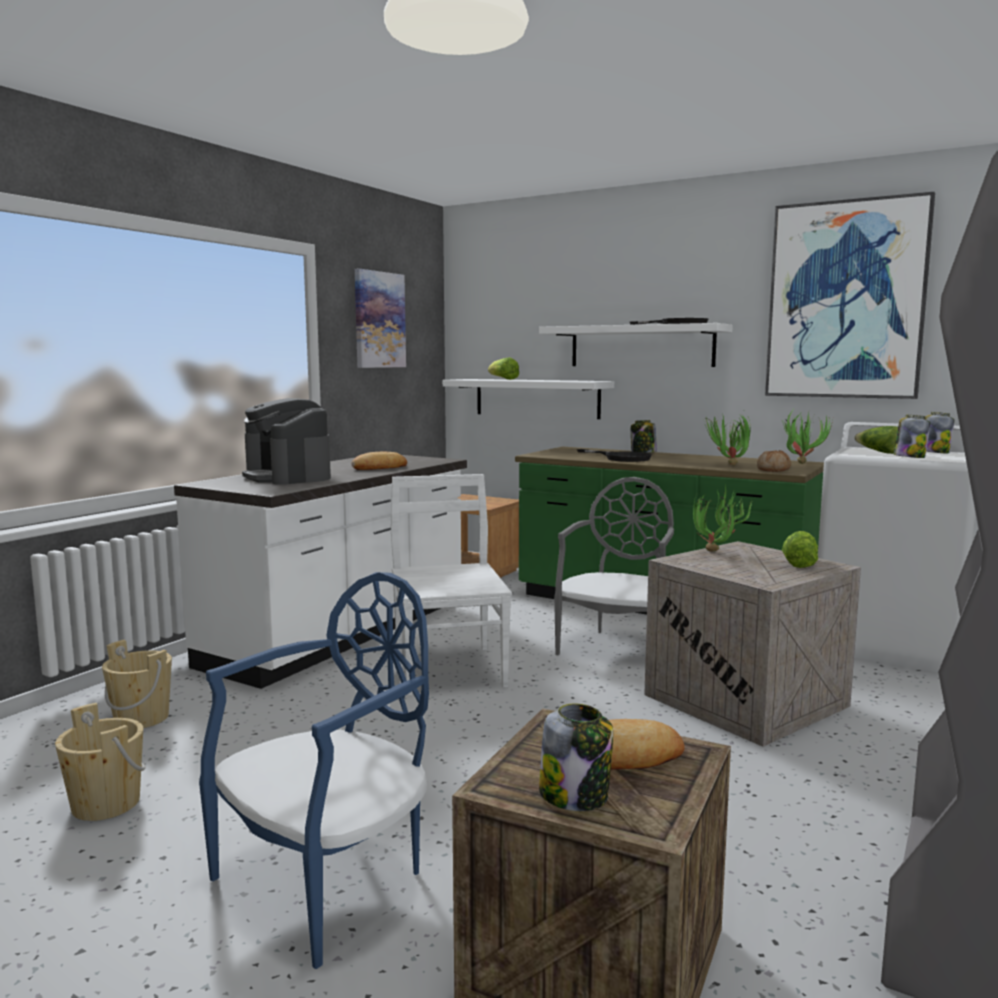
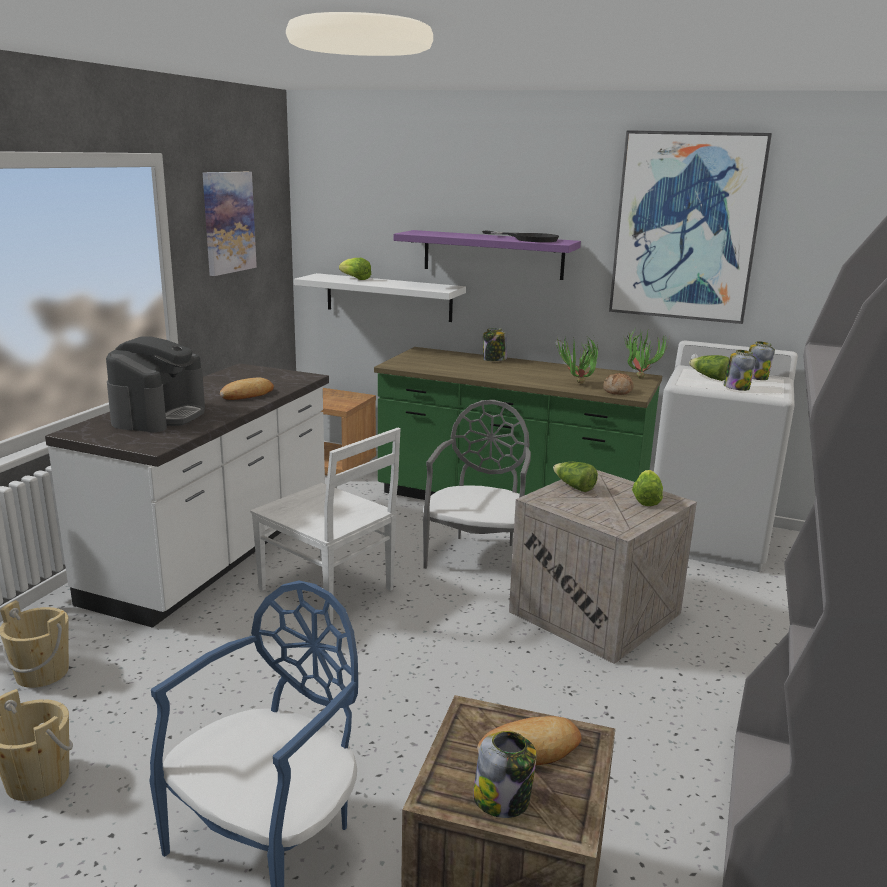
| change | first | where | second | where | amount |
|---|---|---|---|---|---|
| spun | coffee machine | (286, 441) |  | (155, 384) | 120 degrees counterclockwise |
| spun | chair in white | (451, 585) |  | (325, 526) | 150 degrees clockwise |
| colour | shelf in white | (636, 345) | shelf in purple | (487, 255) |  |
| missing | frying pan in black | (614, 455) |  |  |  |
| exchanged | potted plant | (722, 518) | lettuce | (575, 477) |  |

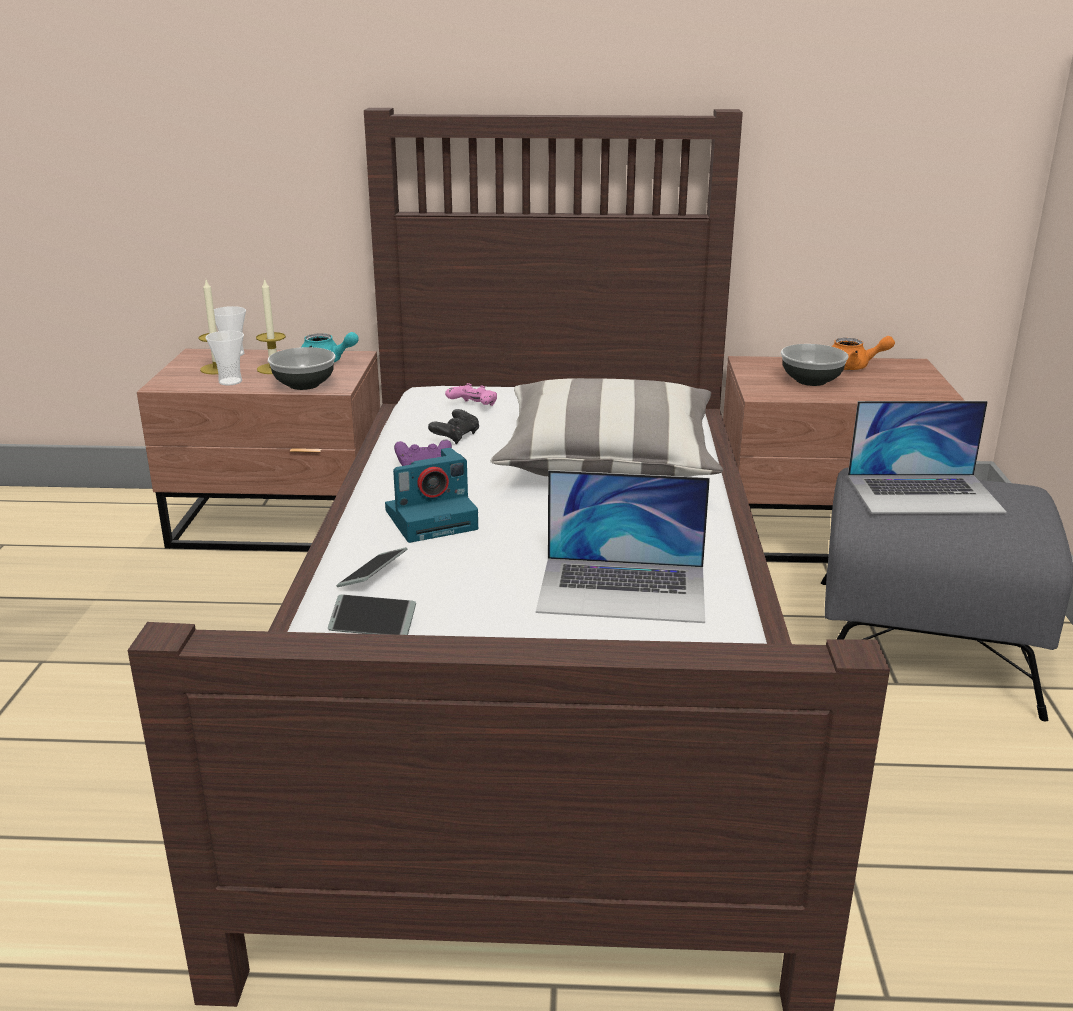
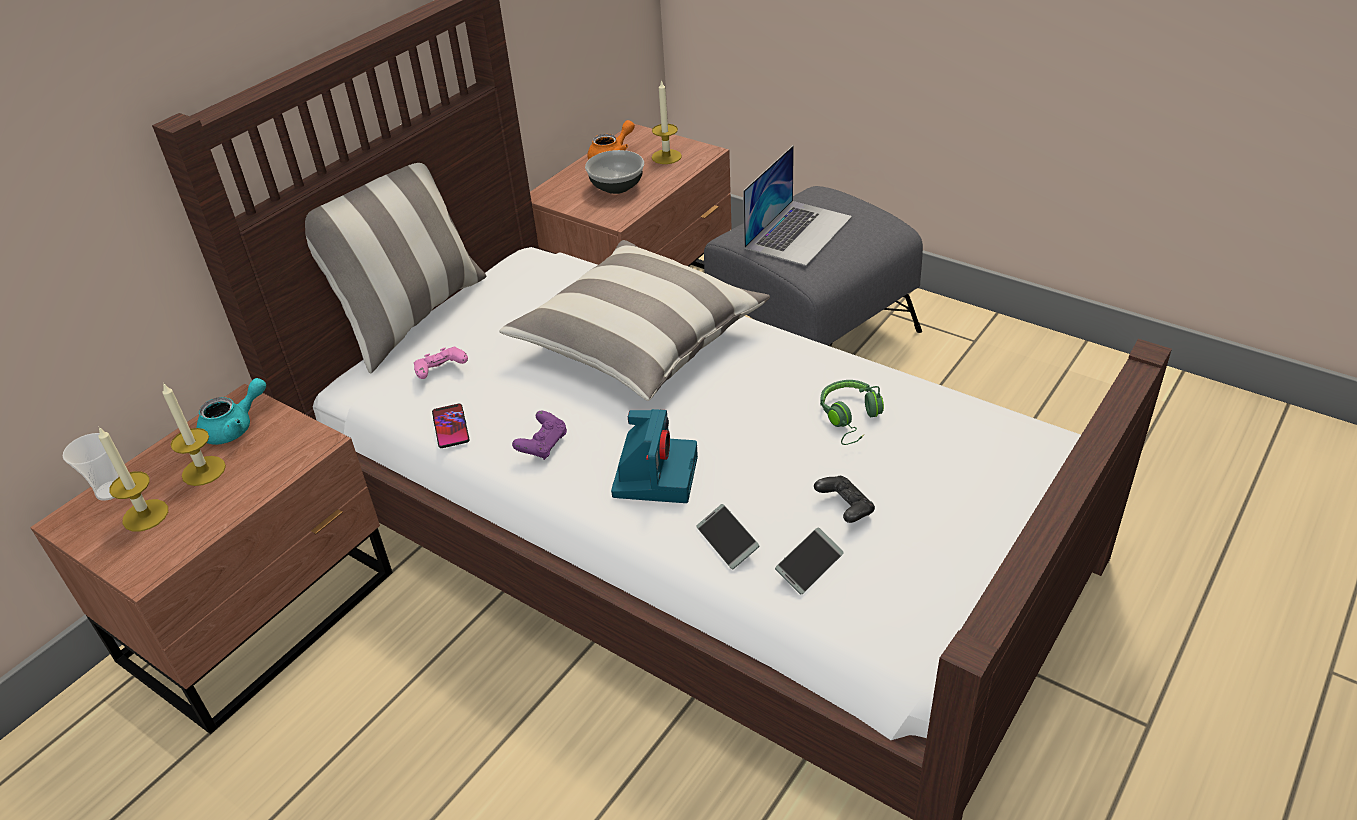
| change | first | where | second | where | amount |
|---|---|---|---|---|---|
| missing | cup | (224, 358) |  |  |  |
| missing | bowl | (302, 368) |  |  |  |
| relocated | game controller in black | (453, 426) |  | (844, 499) |  |
| exchanged | laptop | (623, 546) | headphones in green | (852, 412) |  |
| appeared |  |  | pillow | (396, 248) |  |
| appeared |  |  | phone | (451, 426) |  |
| appeared |  |  | candle | (667, 121) |  |

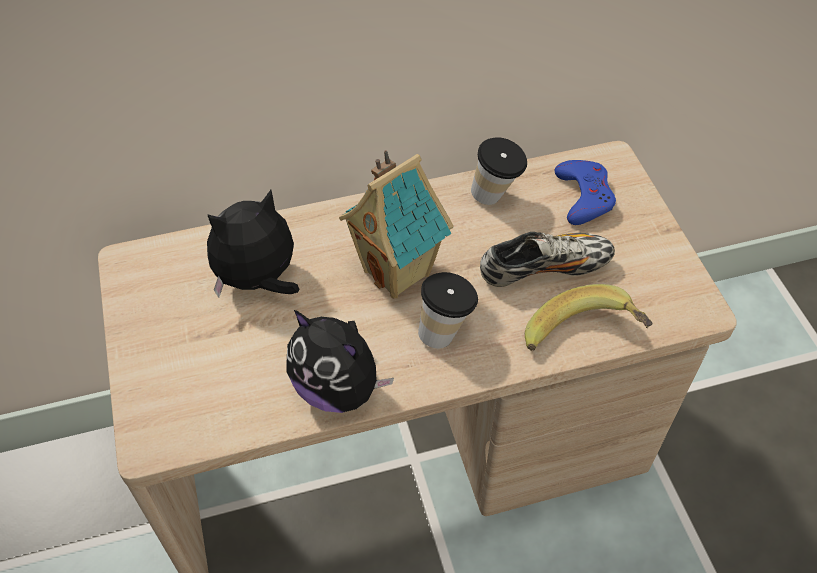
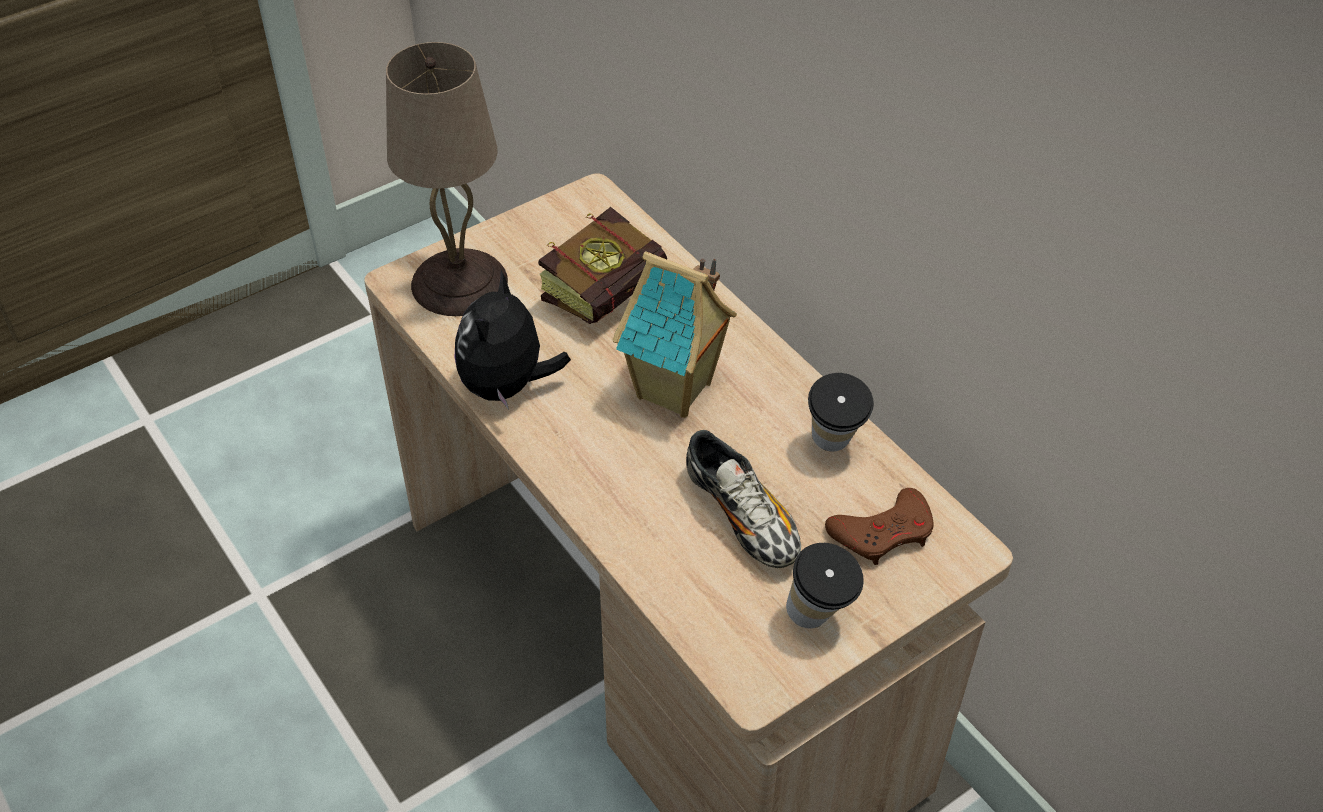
| change | first | where | second | where | amount |
|---|---|---|---|---|---|
| exchanged | plush toy | (253, 243) | book | (602, 265) |  |
| relocated | cup | (448, 310) |  | (825, 586) |  |
| missing | banana | (589, 317) |  |  |  |
| colour | game controller in blue | (585, 192) | game controller in brown | (879, 526) |  |
| appeared |  |  | table lamp in beige | (447, 179) |  |

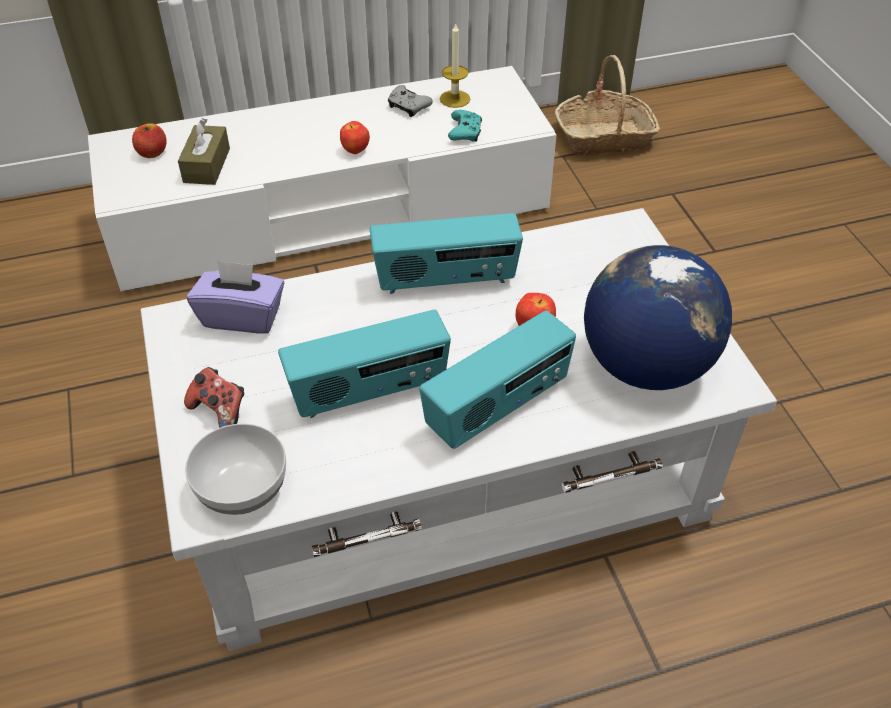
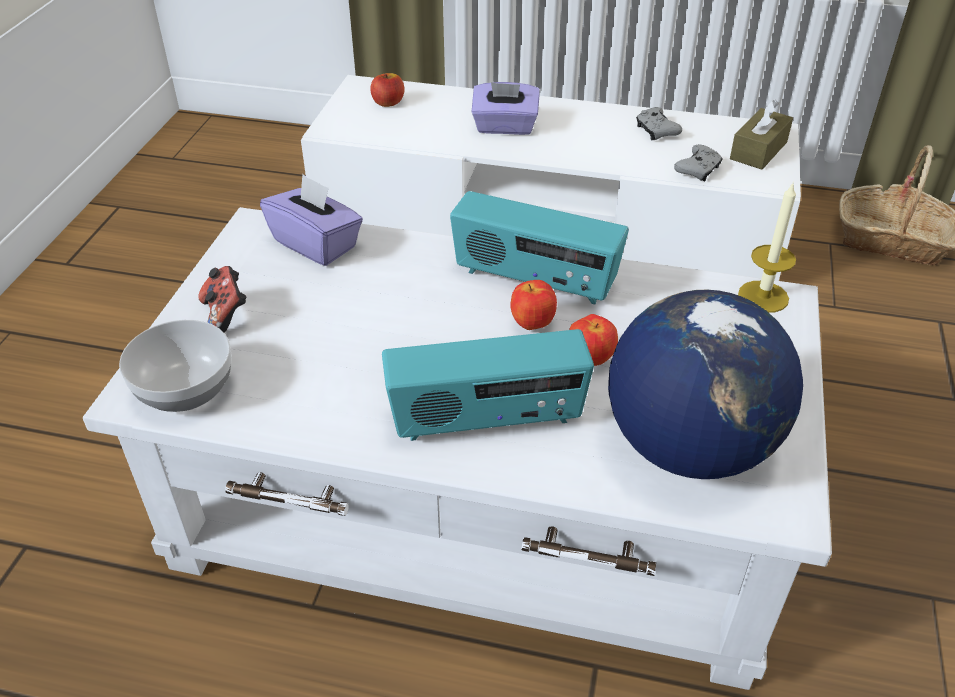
| change | first | where | second | where | amount |
|---|---|---|---|---|---|
| relocated | tissue box in brown | (204, 151) |  | (761, 135) |  |
| missing | radio | (364, 364) |  |  |  |
| relocated | apple | (355, 137) |  | (533, 305) |  |
| relocated | candle | (455, 65) |  | (767, 247) |  |
| colour | game controller in turquoise | (465, 126) | game controller in grey | (698, 162) |  |
| appeared |  |  | tissue box in purple | (506, 108) |  |

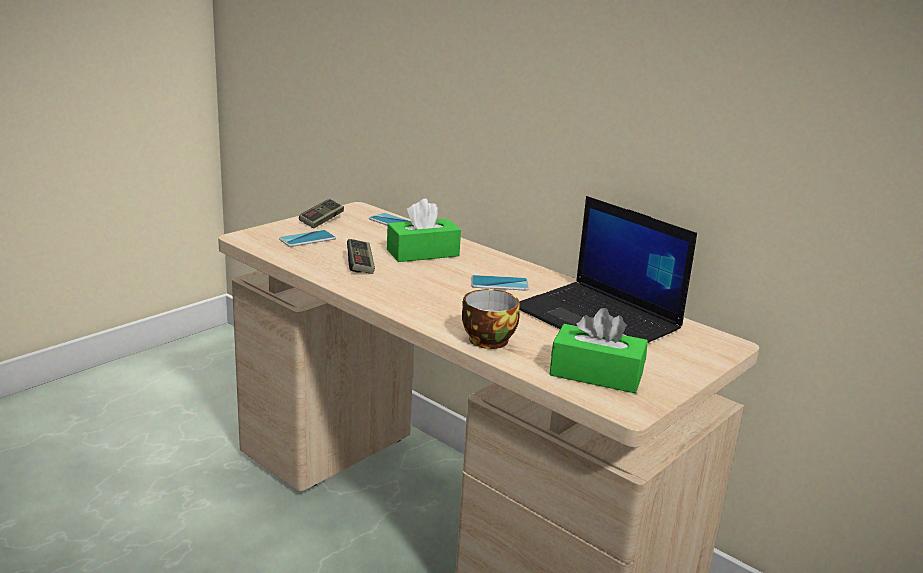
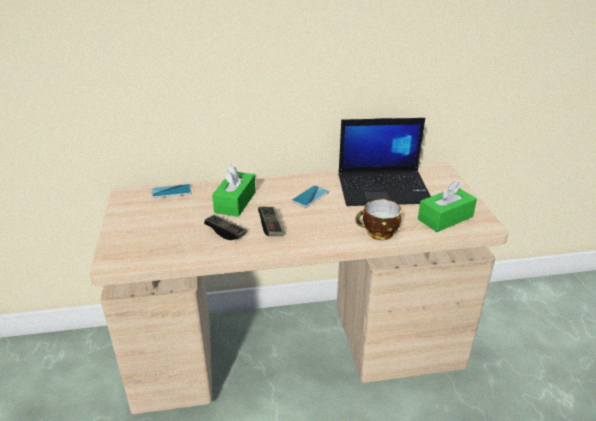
| change | first | where | second | where | amount |
|---|---|---|---|---|---|
| missing | phone | (307, 238) |  |  |  |
| relocated | game controller | (321, 213) |  | (271, 221) |  |

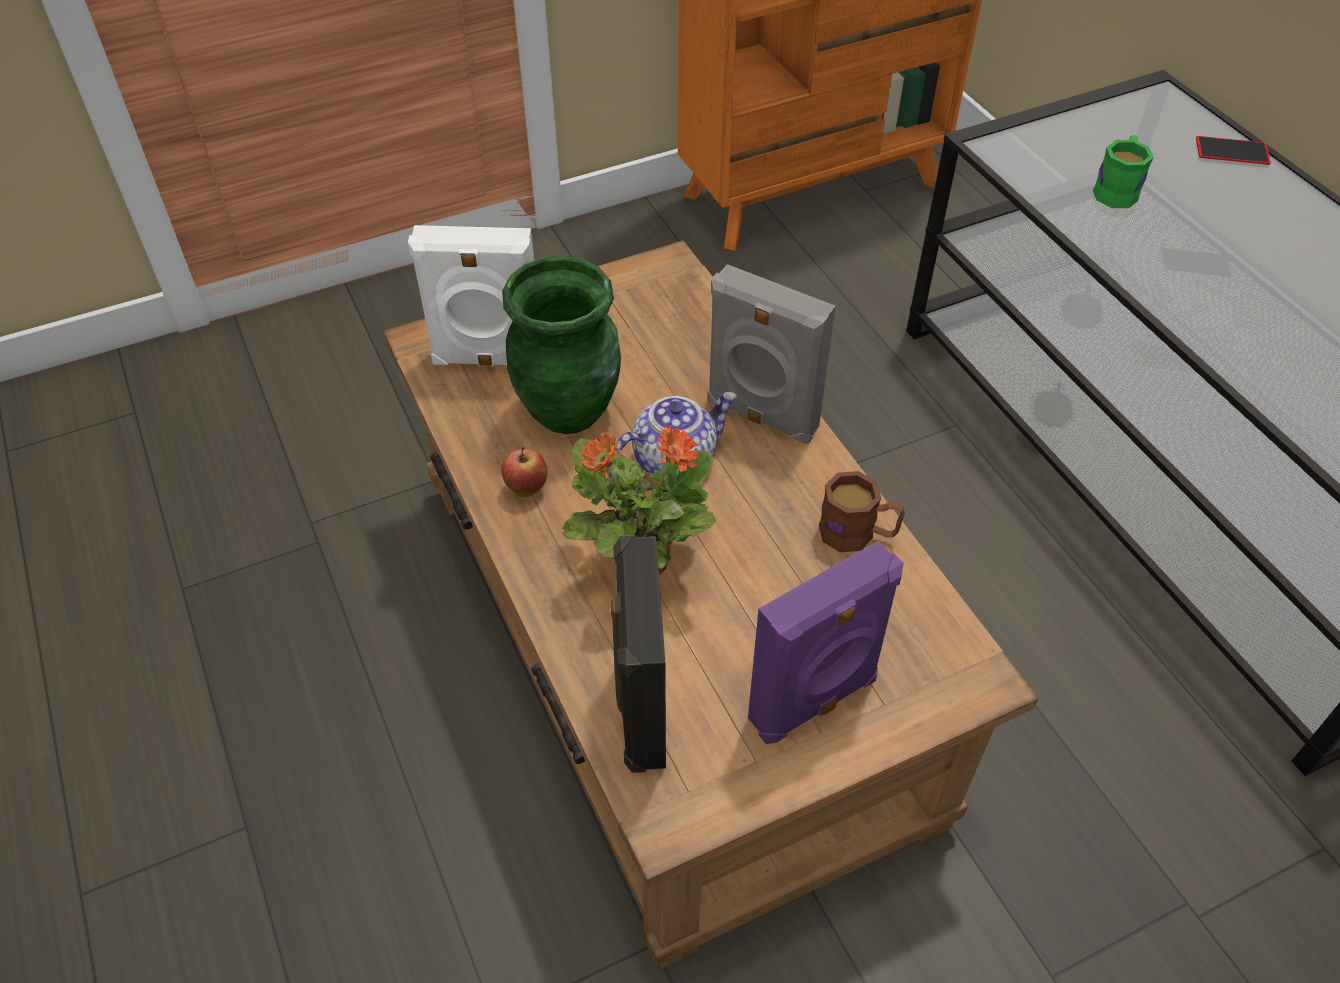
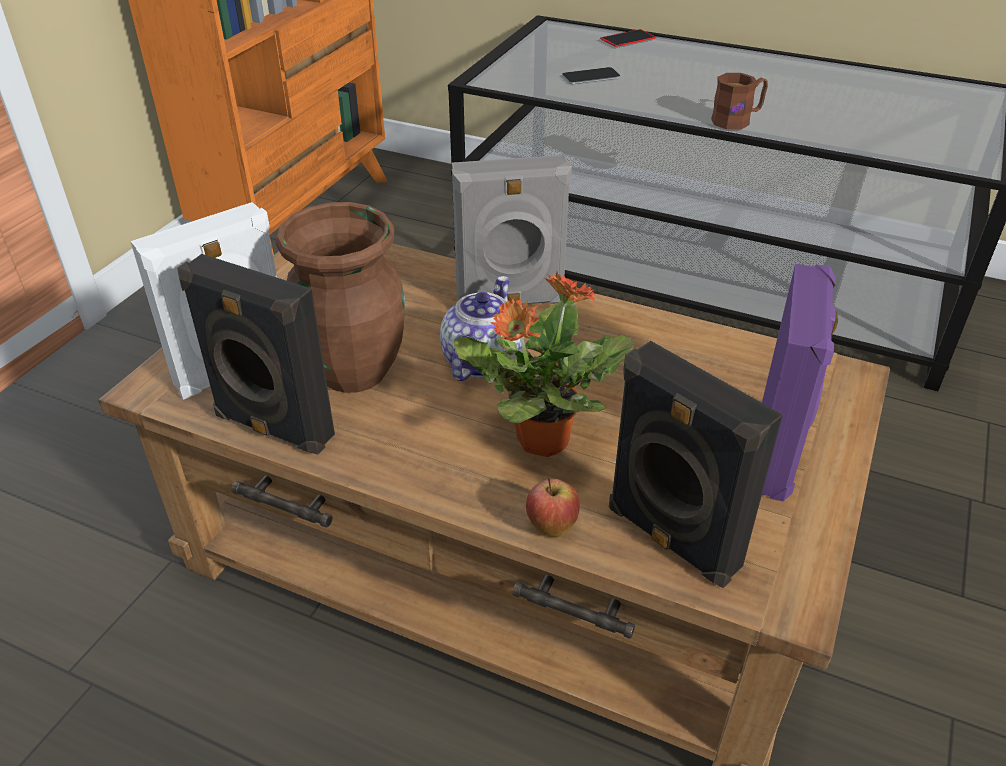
| change | first | where | second | where | amount |
|---|---|---|---|---|---|
| colour | vase in green | (561, 344) | vase in brown | (340, 297) |  |
| relocated | apple | (524, 472) |  | (553, 507) |  |
| relocated | mug in brown | (862, 511) |  | (739, 101) |  |
| exchanged | mug in green | (1123, 171) | phone | (591, 75) |  |
| appeared |  |  | speaker in black | (256, 354) |  |

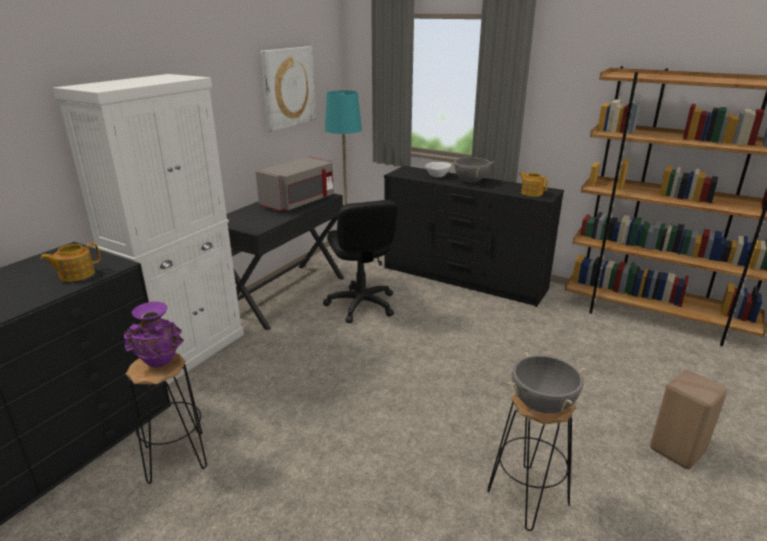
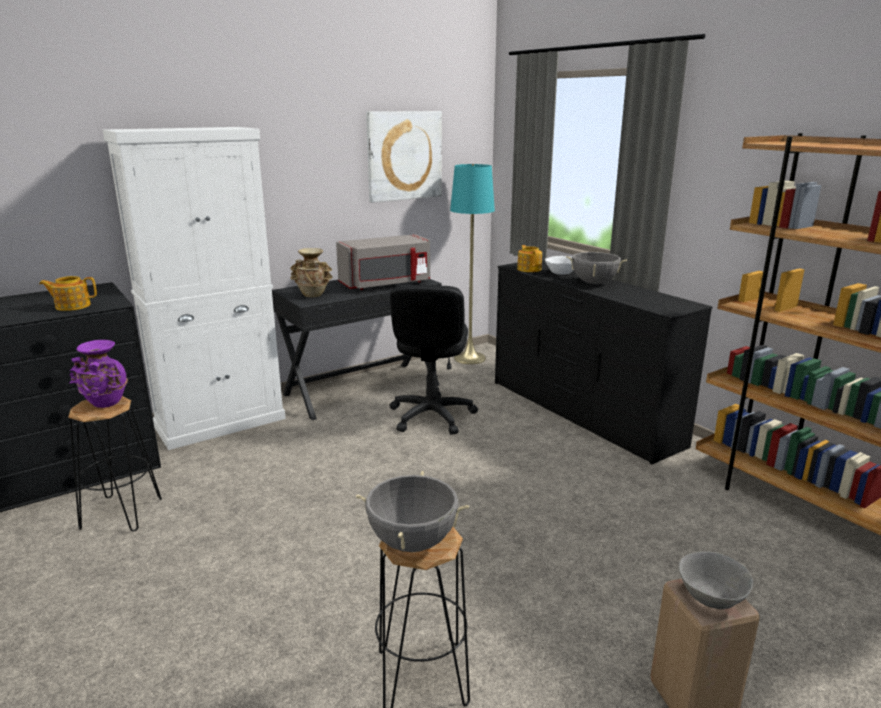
| change | first | where | second | where | amount |
|---|---|---|---|---|---|
| relocated | teapot | (533, 184) |  | (529, 258) |  |
| appeared |  |  | vase in beige | (311, 272) |  |
| appeared |  |  | bowl in grey | (716, 580) |  |

